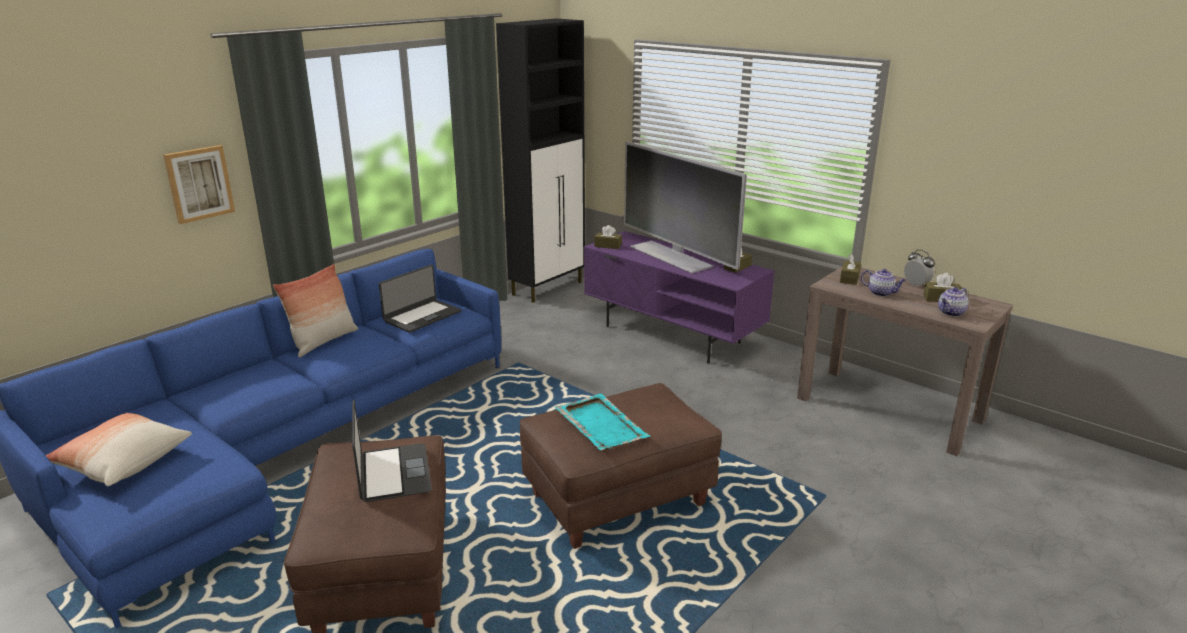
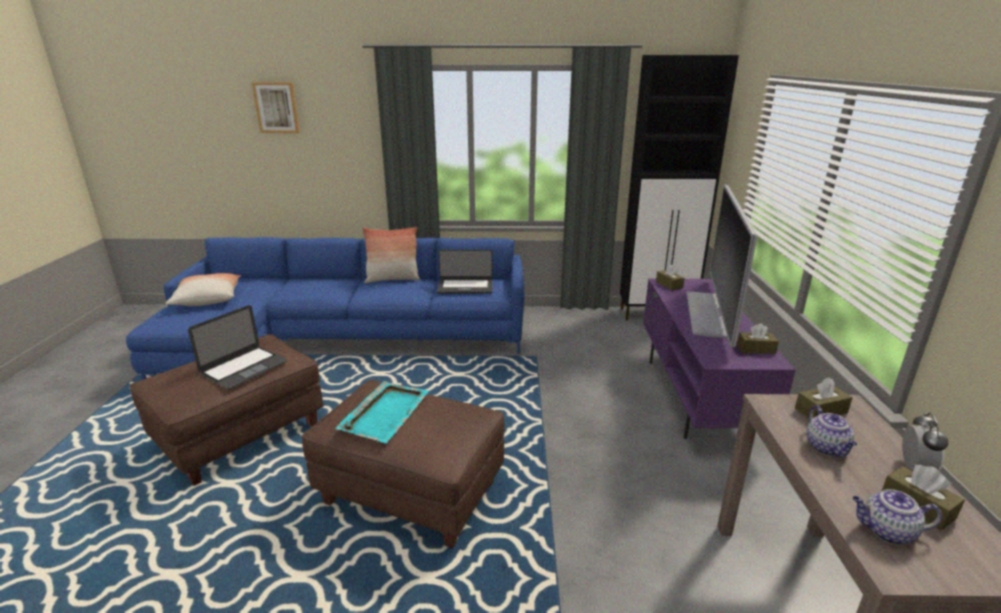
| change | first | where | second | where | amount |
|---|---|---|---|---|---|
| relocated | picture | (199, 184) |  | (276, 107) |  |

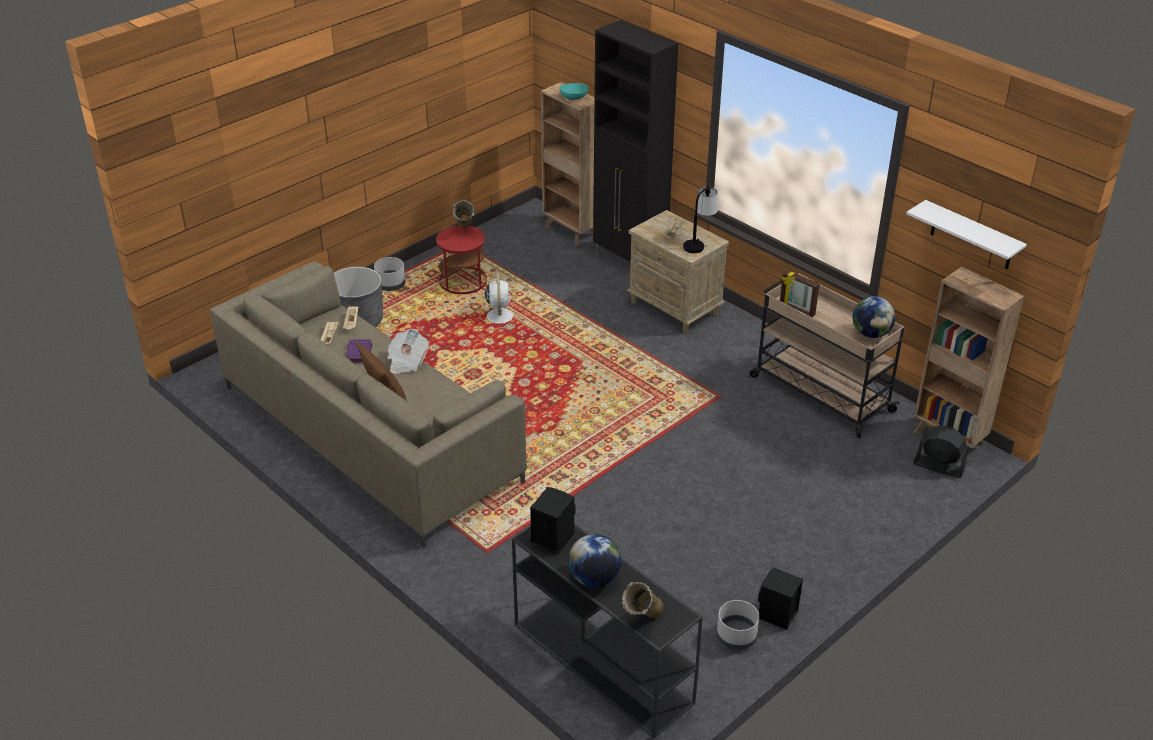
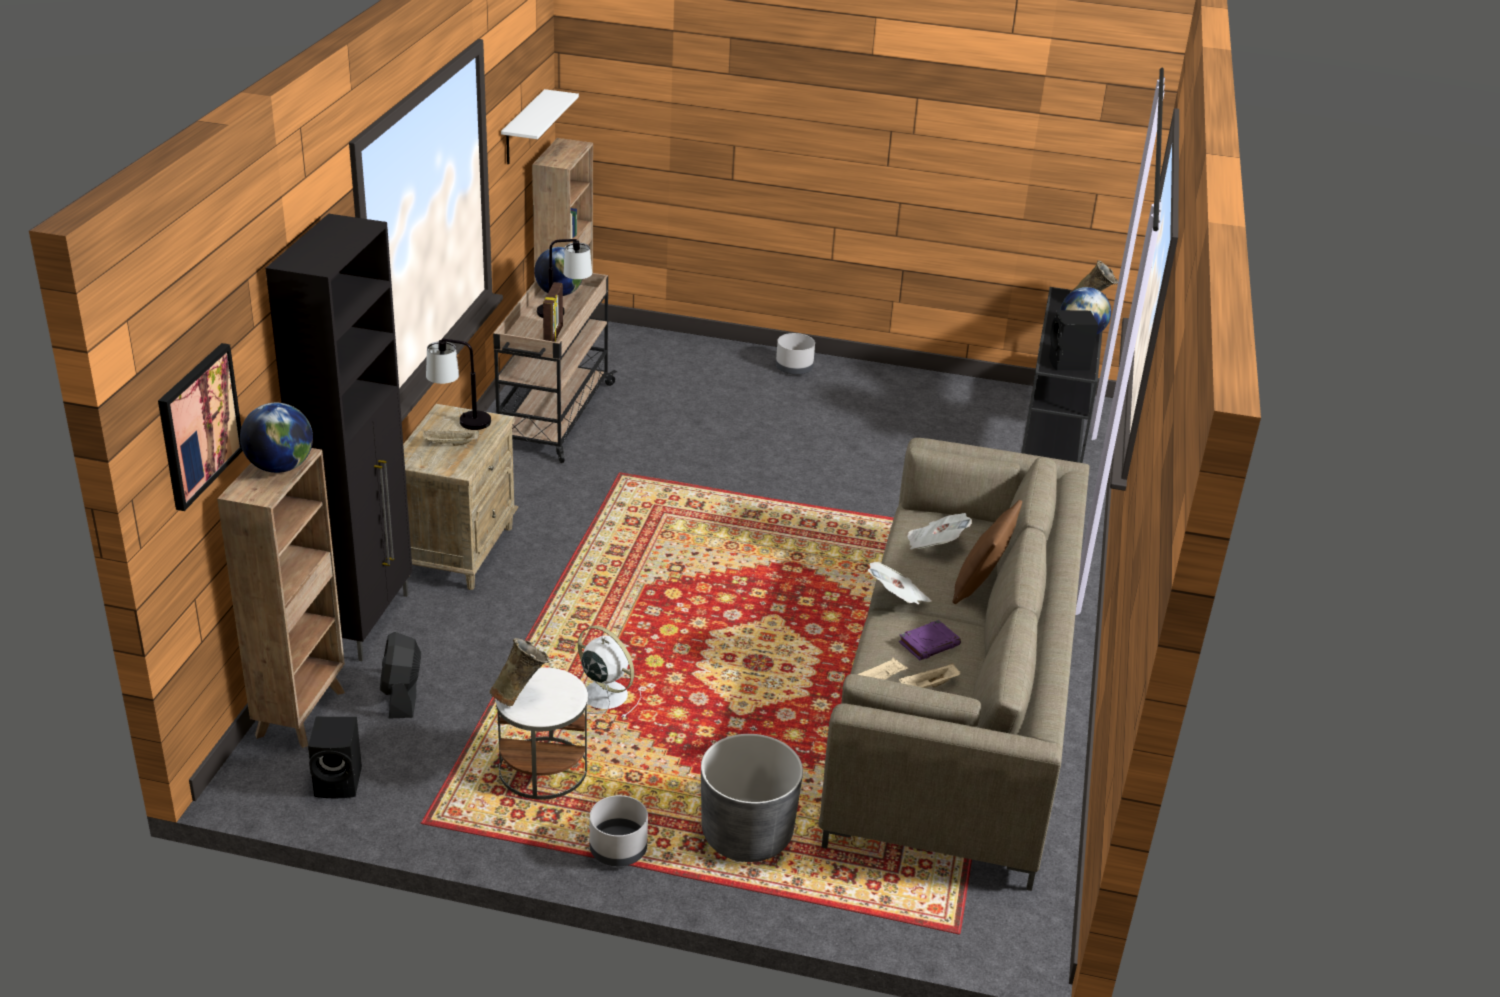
| change | first | where | second | where | amount |
|---|---|---|---|---|---|
| colour | side table in red | (461, 259) | side table in white | (542, 733) |  |
| spun | fan in white | (498, 301) |  | (609, 672) | 75 degrees clockwise |
| exchanged | bowl in turquoise | (573, 91) | globe | (276, 438) |  |
| relocated | planter in grey | (738, 625) |  | (795, 354) |  |
| relocated | speaker in black | (780, 598) |  | (335, 757) |  |
| relocated | fan in black | (940, 451) |  | (400, 675) |  |
| appeared |  |  | picture | (200, 427) |  |
| appeared |  |  | table lamp | (564, 278) |  |
| appeared |  |  | newspaper | (939, 531) |  |

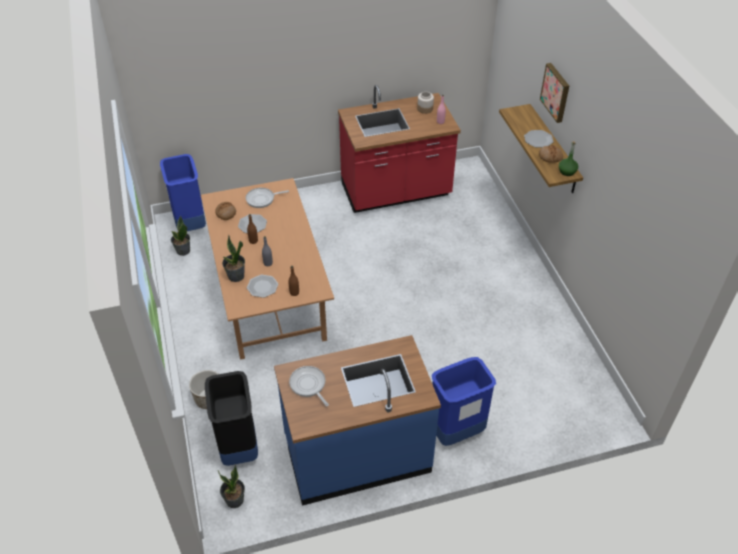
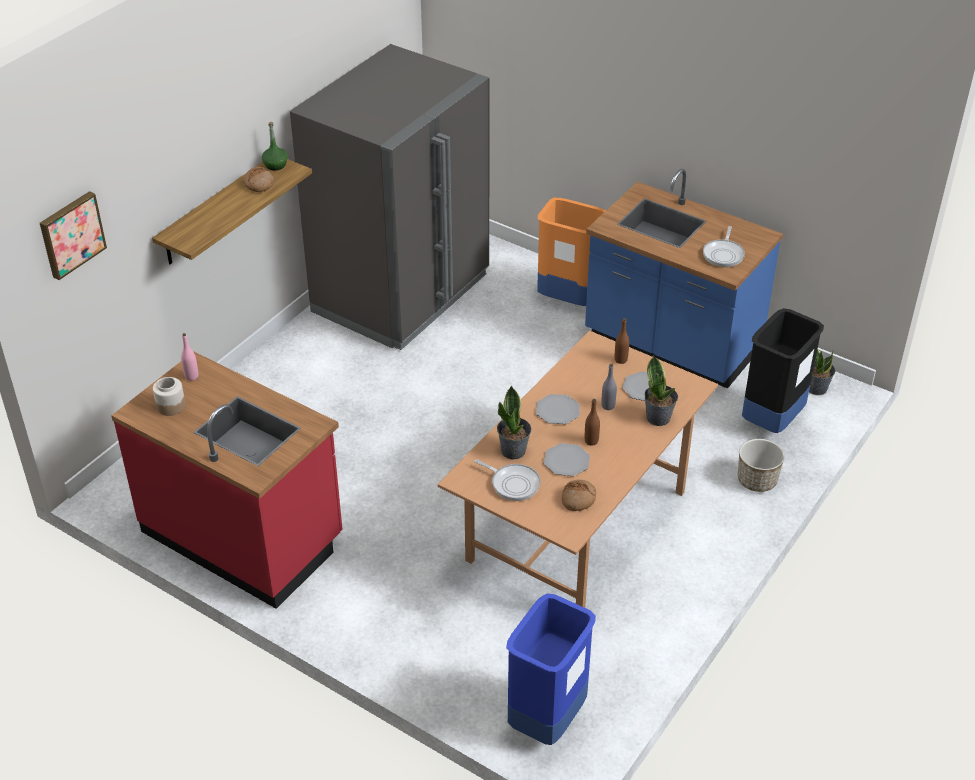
| change | first | where | second | where | amount |
|---|---|---|---|---|---|
| relocated | potted plant | (180, 236) |  | (514, 422) |  |
| colour | trash can in blue | (464, 401) | trash can in orange | (571, 252) |  |
| relocated | plate | (539, 139) |  | (558, 409) |  |
| relocated | picture | (554, 93) |  | (73, 235) |  |
| appeared |  |  | fridge in grey | (389, 197) |  |

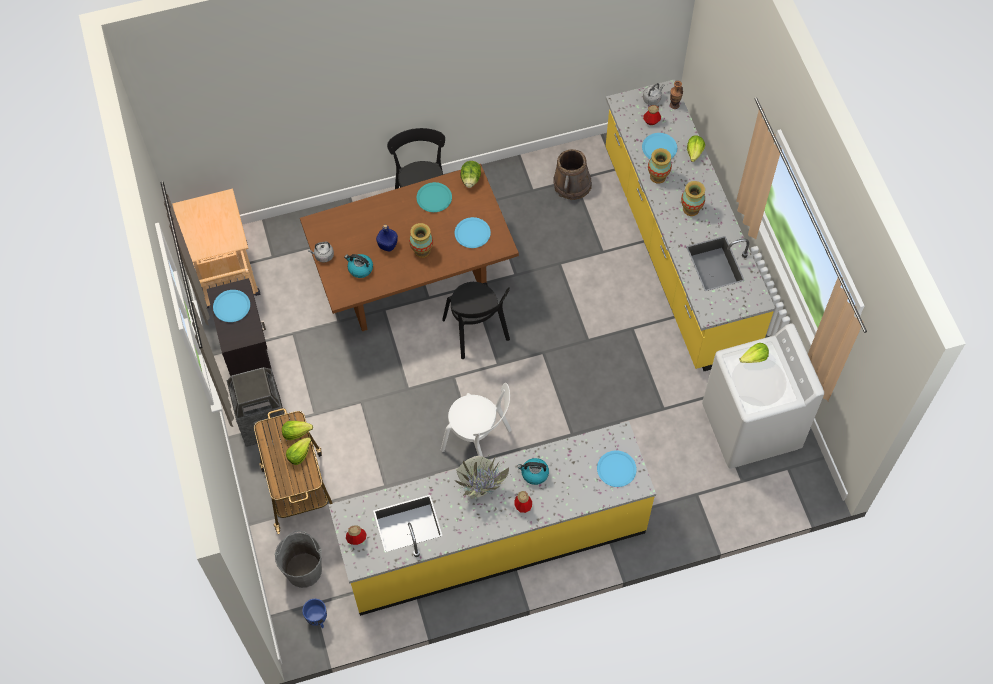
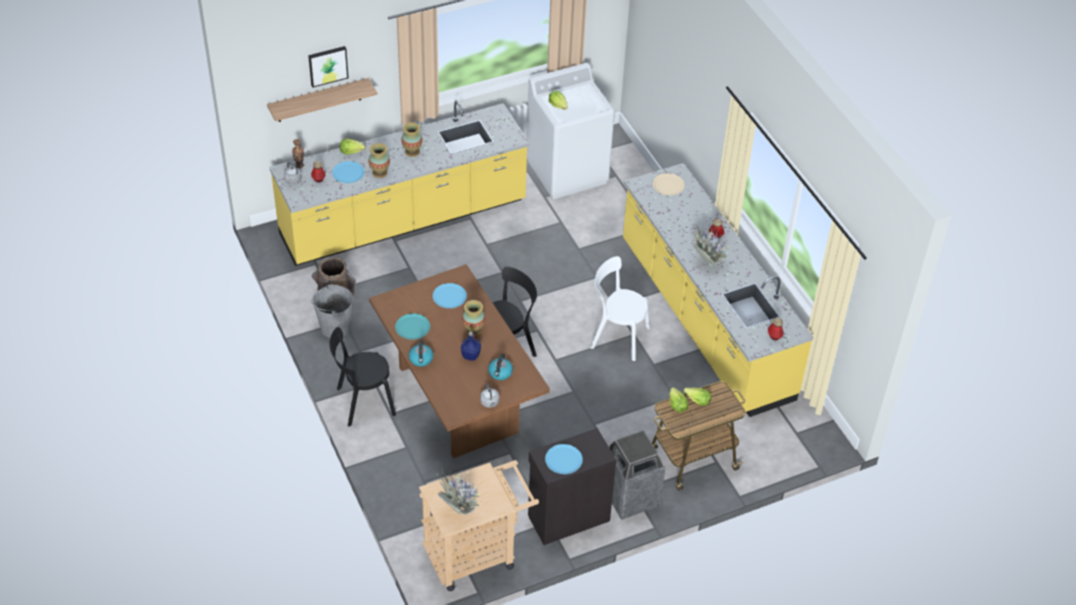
| change | first | where | second | where | amount |
|---|---|---|---|---|---|
| relocated | bucket in grey | (298, 559) |  | (332, 311) |  |
| missing | planter in blue | (314, 613) |  |  |  |
| spun | chair in white | (476, 420) |  | (620, 308) | 90 degrees counterclockwise |
| missing | lettuce | (470, 174) |  |  |  |
| relocated | kettle | (533, 471) |  | (421, 353) |  |
| colour | plate in blue | (617, 469) | plate in beige | (669, 184) |  |
| appeared |  |  | shelf | (322, 100) |  |
| appeared |  |  | picture | (328, 66) |  |
| appeared |  |  | potted plant | (461, 491) |  |

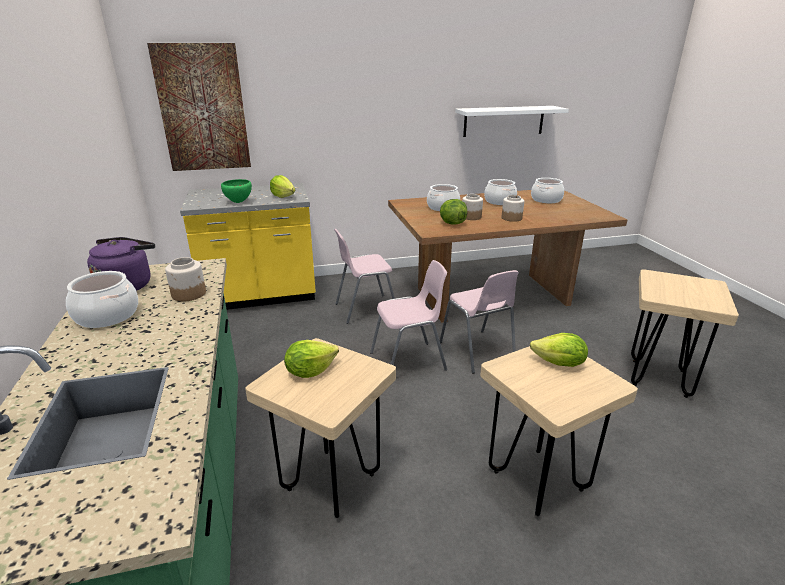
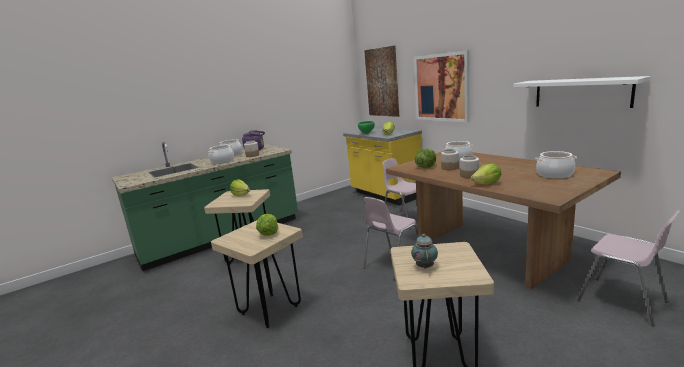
| change | first | where | second | where | amount |
|---|---|---|---|---|---|
| relocated | chair in pink | (408, 315) |  | (629, 268) |  |
| relocated | cooking pot | (500, 192) |  | (221, 154) |  |
| appeared |  |  | teapot | (424, 251) |  |
| appeared |  |  | picture | (441, 86) |  |
| appeared |  |  | lettuce | (486, 173) |  |

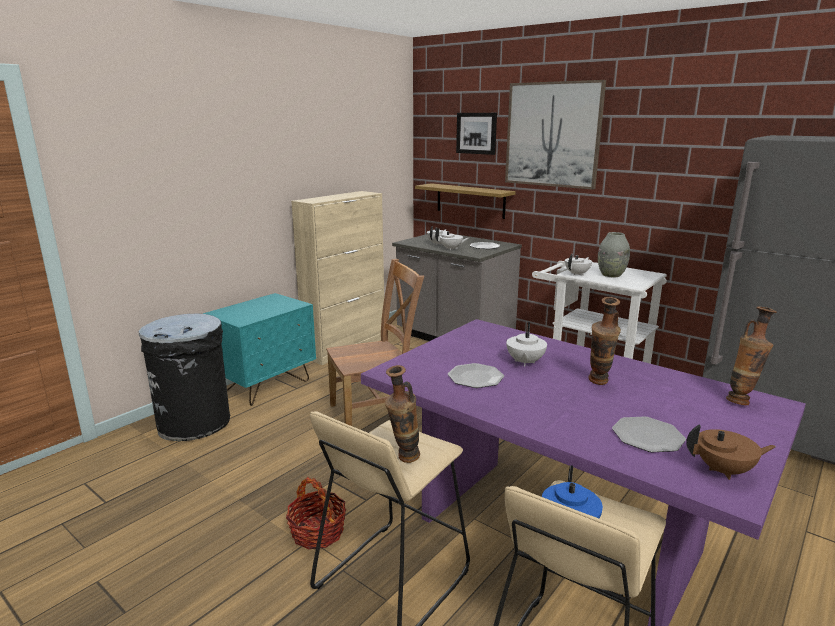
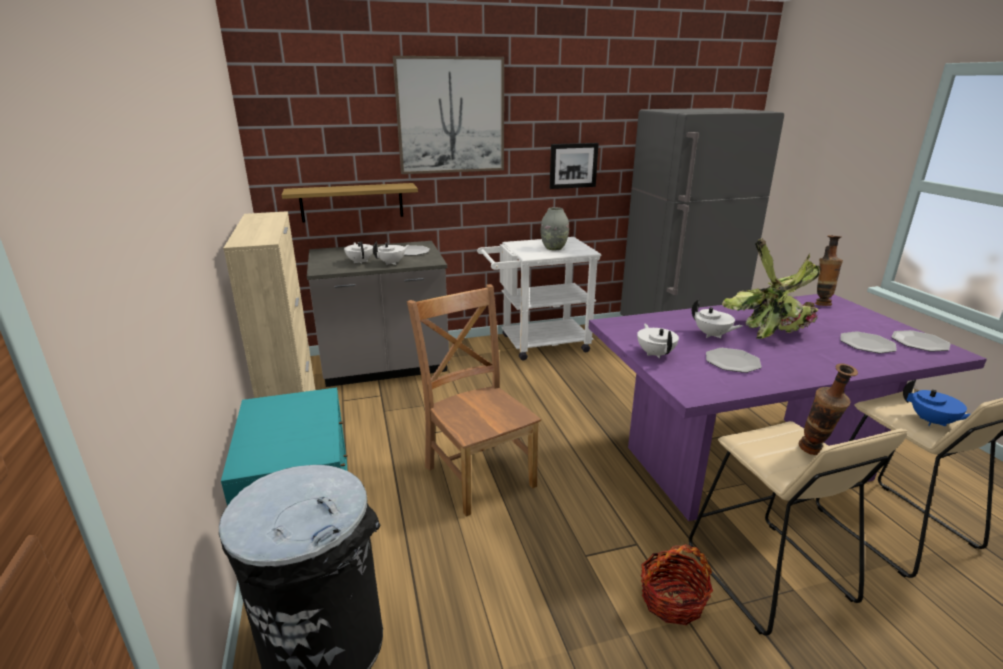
| change | first | where | second | where | amount |
|---|---|---|---|---|---|
| spun | chair in brown | (375, 342) |  | (474, 400) | 45 degrees counterclockwise |
| relocated | picture | (476, 134) |  | (574, 166) |  |
| relocated | teapot in white | (578, 265) |  | (658, 341) |  |
| exchanged | vase | (605, 341) | potted plant | (771, 288) |  |
| exchanged | teapot in brown | (731, 452) | plate | (921, 341) |  |

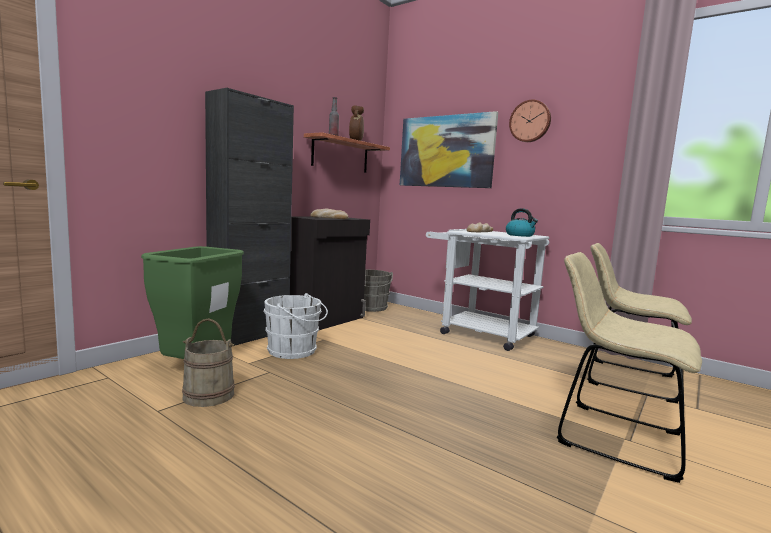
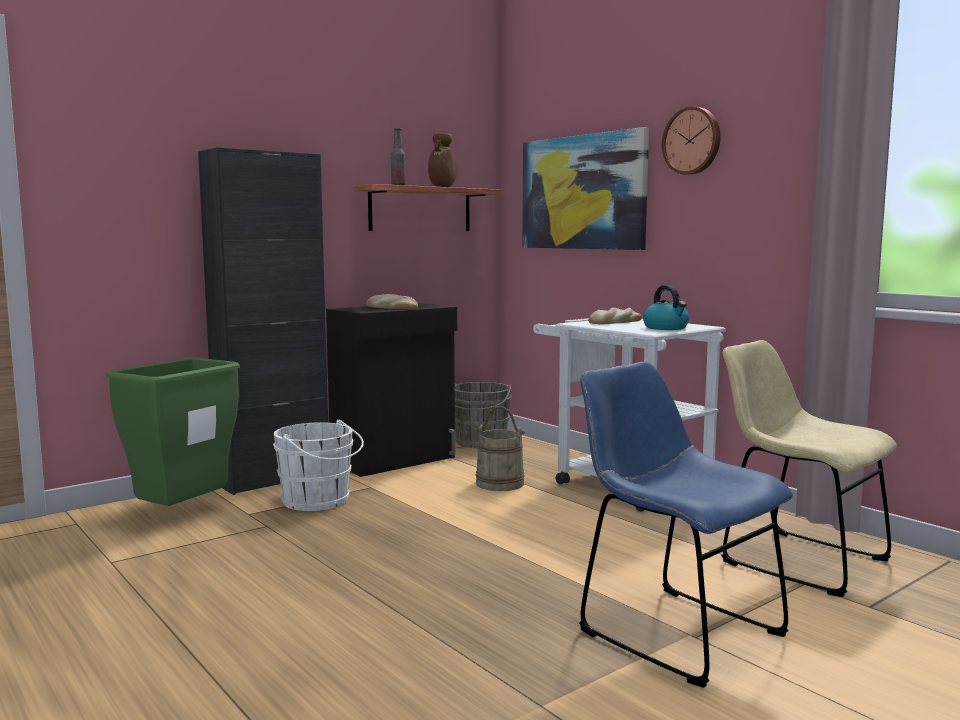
| change | first | where | second | where | amount |
|---|---|---|---|---|---|
| relocated | bucket in beige | (208, 362) |  | (500, 448) |  |
| colour | chair in beige | (629, 367) | chair in blue | (686, 525) |  |

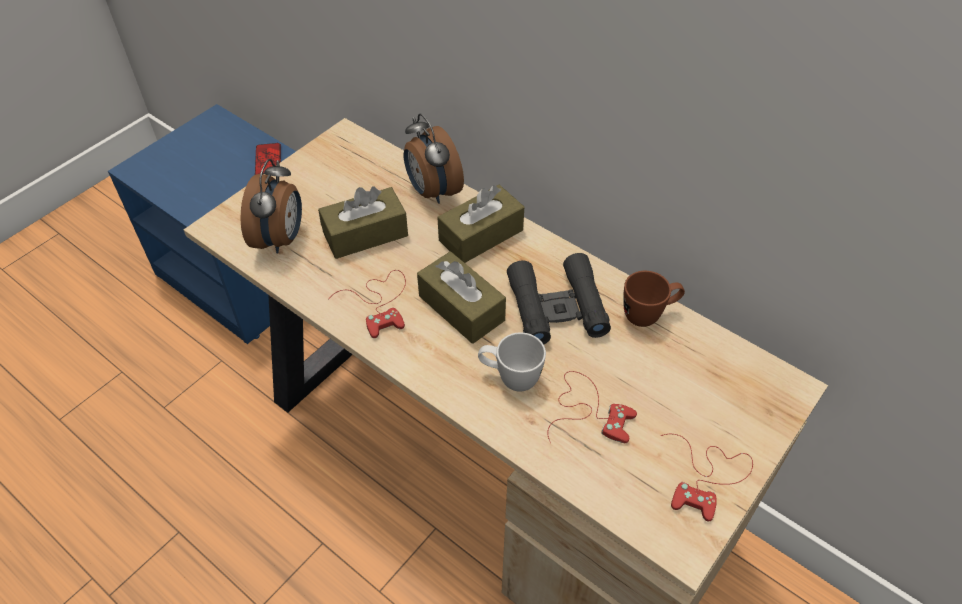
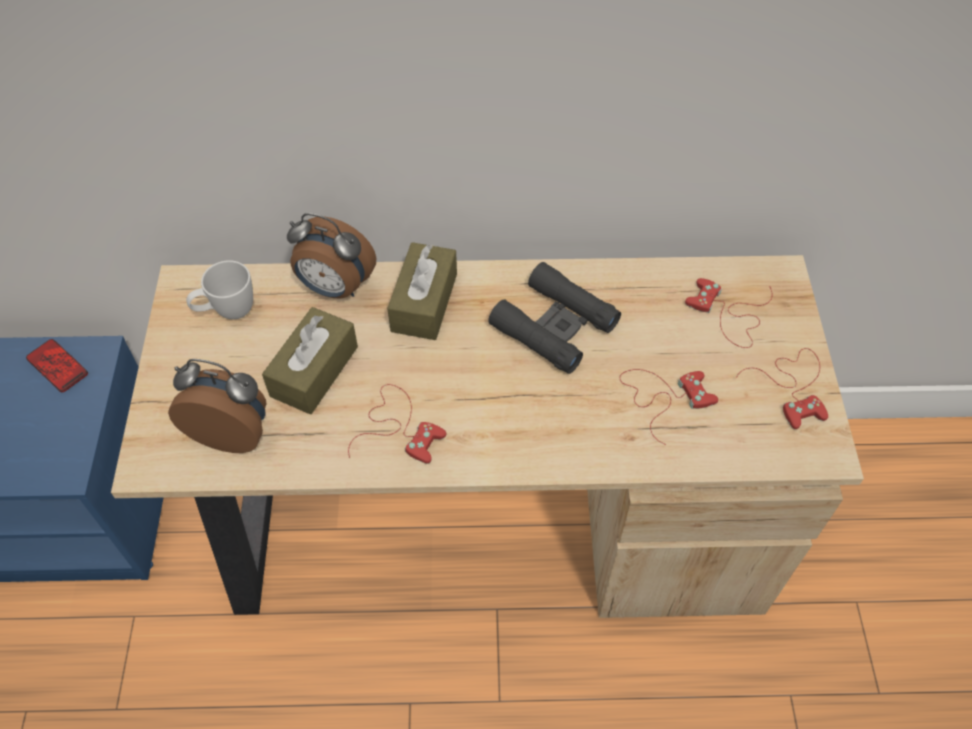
| change | first | where | second | where | amount |
|---|---|---|---|---|---|
| spun | alarm clock | (271, 206) |  | (217, 406) | 45 degrees counterclockwise |
| missing | tissue box in brown | (461, 298) |  |  |  |
| relocated | mug in white | (512, 362) |  | (219, 289) |  |
| missing | mug in brown | (654, 299) |  |  |  |
| appeared |  |  | game controller in red | (728, 313) |  |

